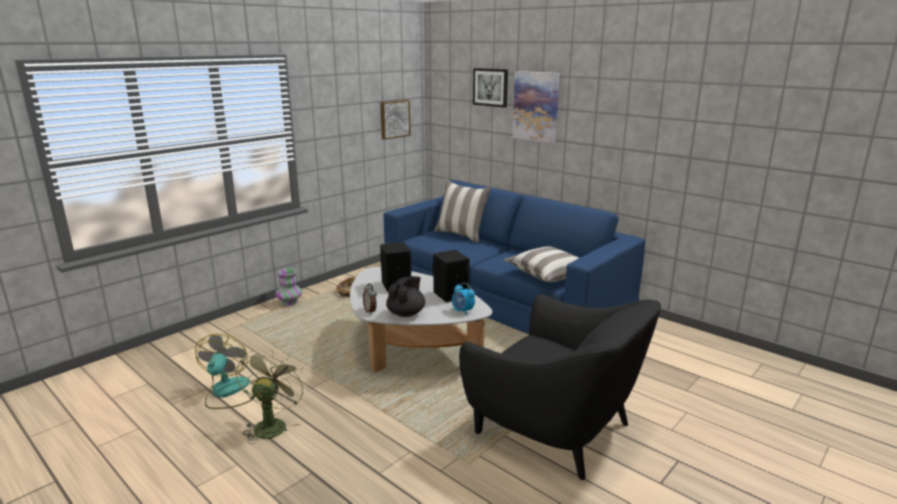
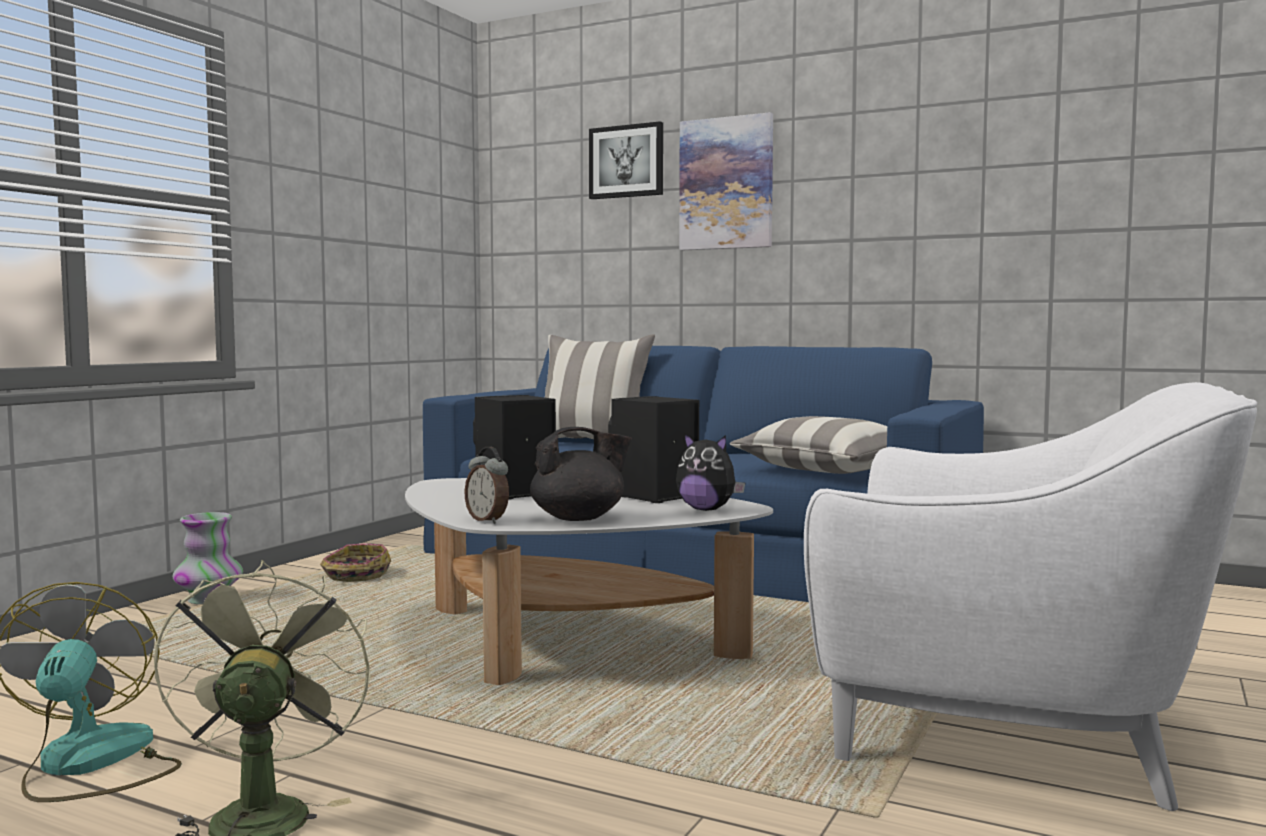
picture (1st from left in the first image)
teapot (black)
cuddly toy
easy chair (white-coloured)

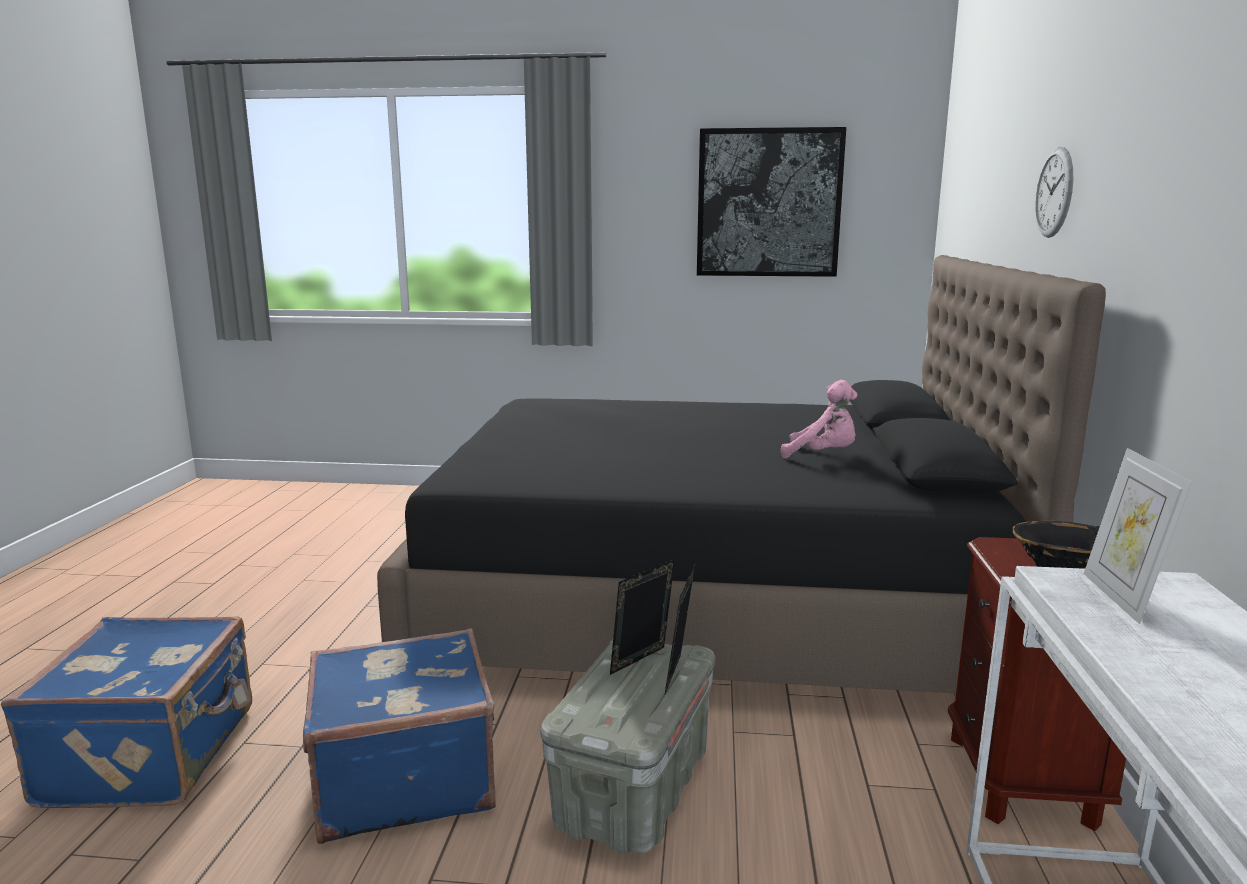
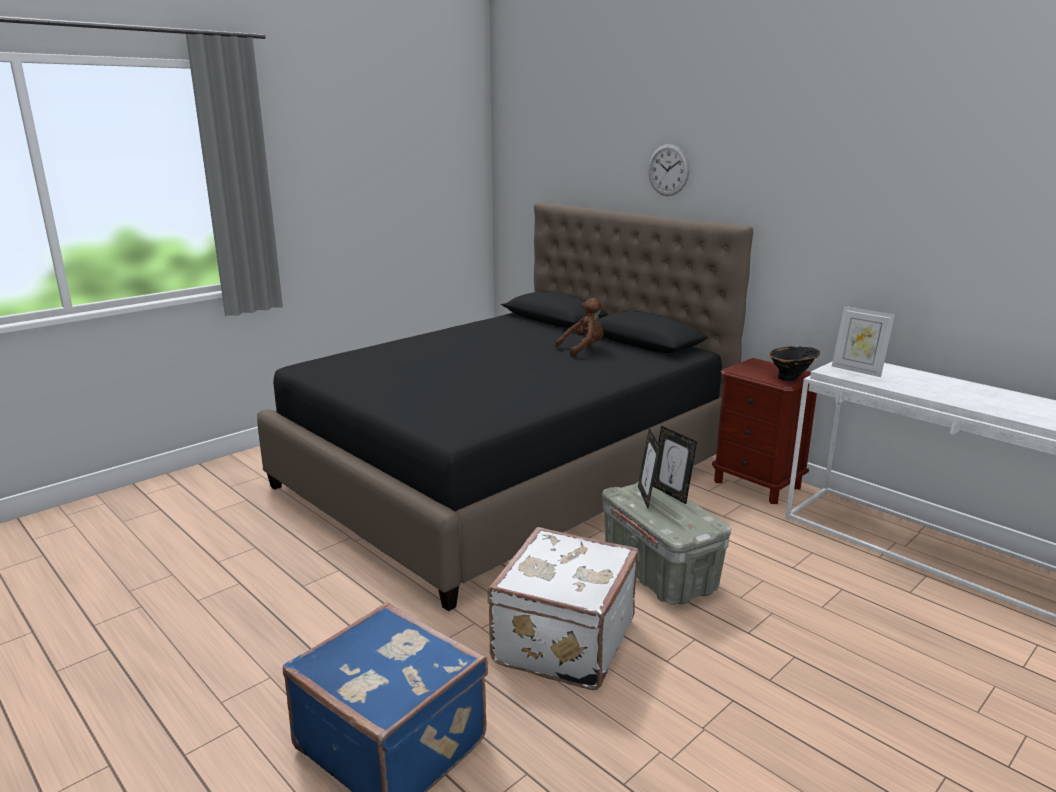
suitcase (white-coloured)
picture
cuddly toy (brown-coloured)

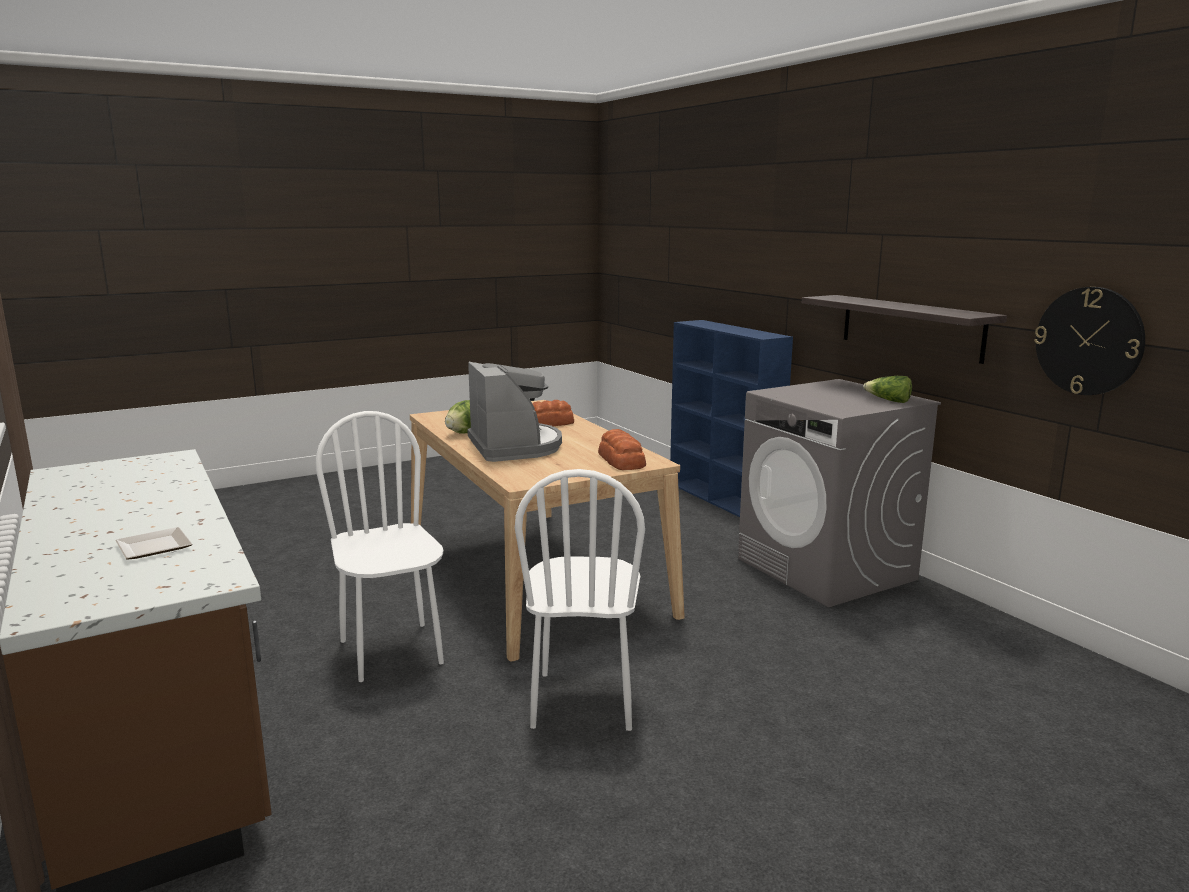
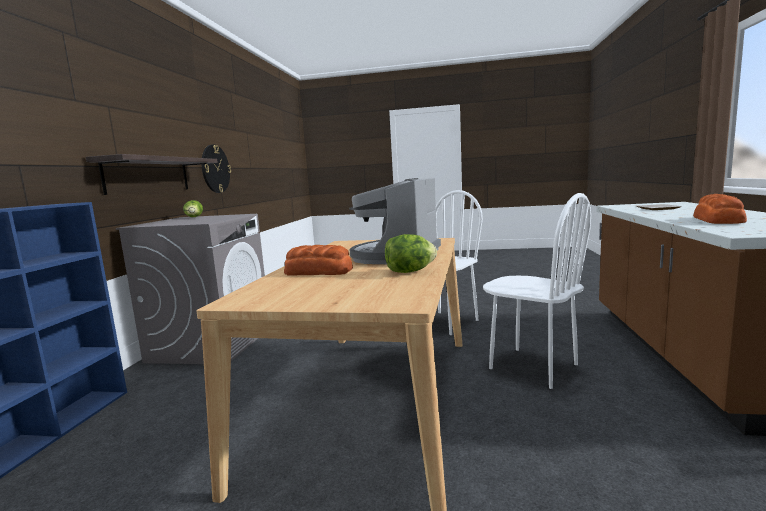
upright chair (white-coloured) (2nd from left)
bakery bread (2nd from left)

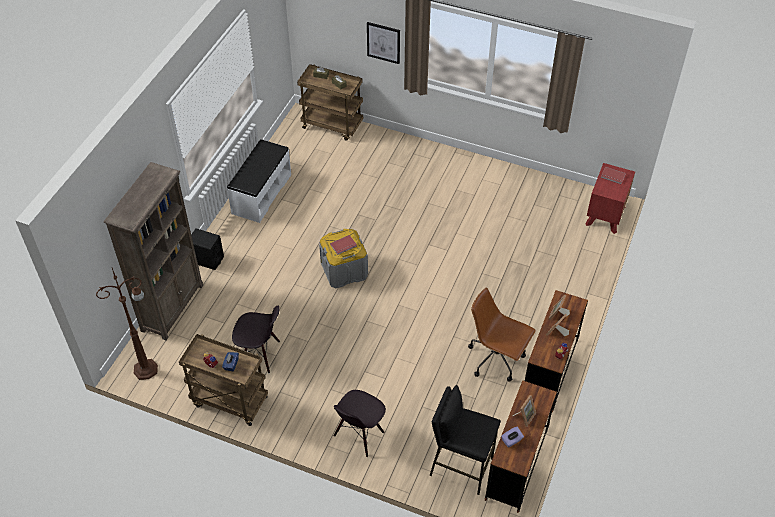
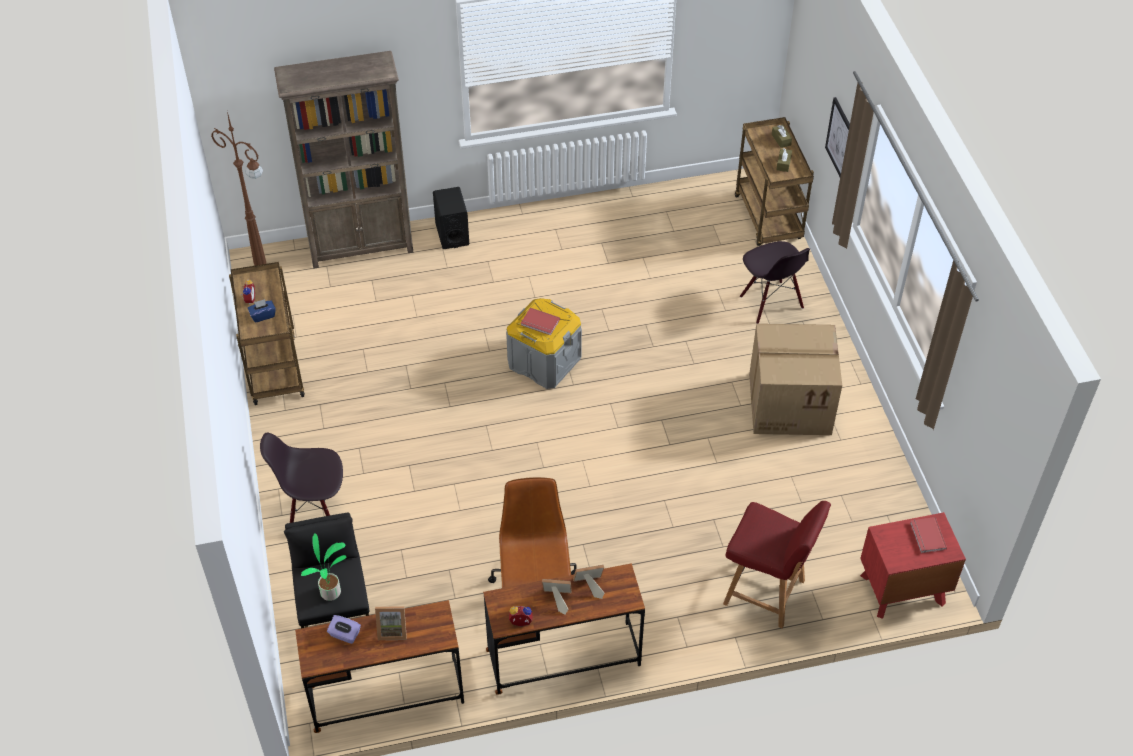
indoor bench (white-coloured)
upright chair (black) (2nd from left)
plant in a pot
upright chair (reddish)
carton

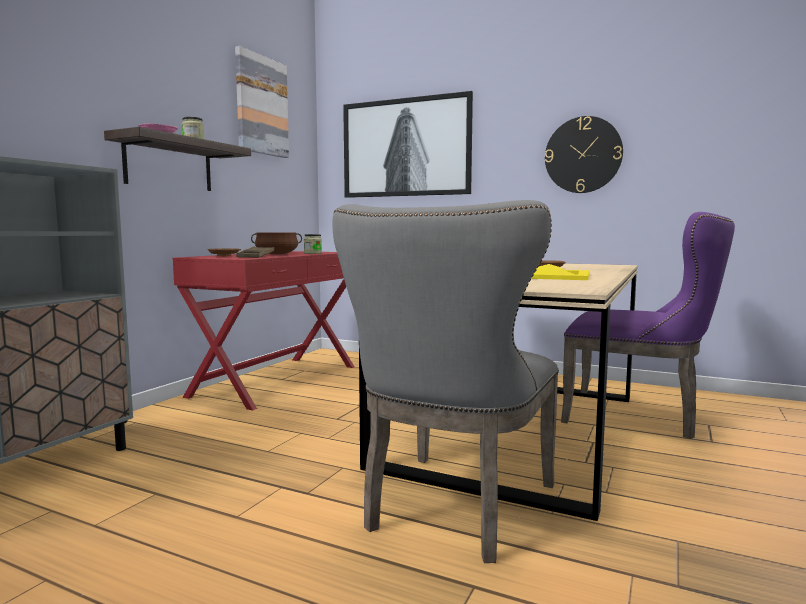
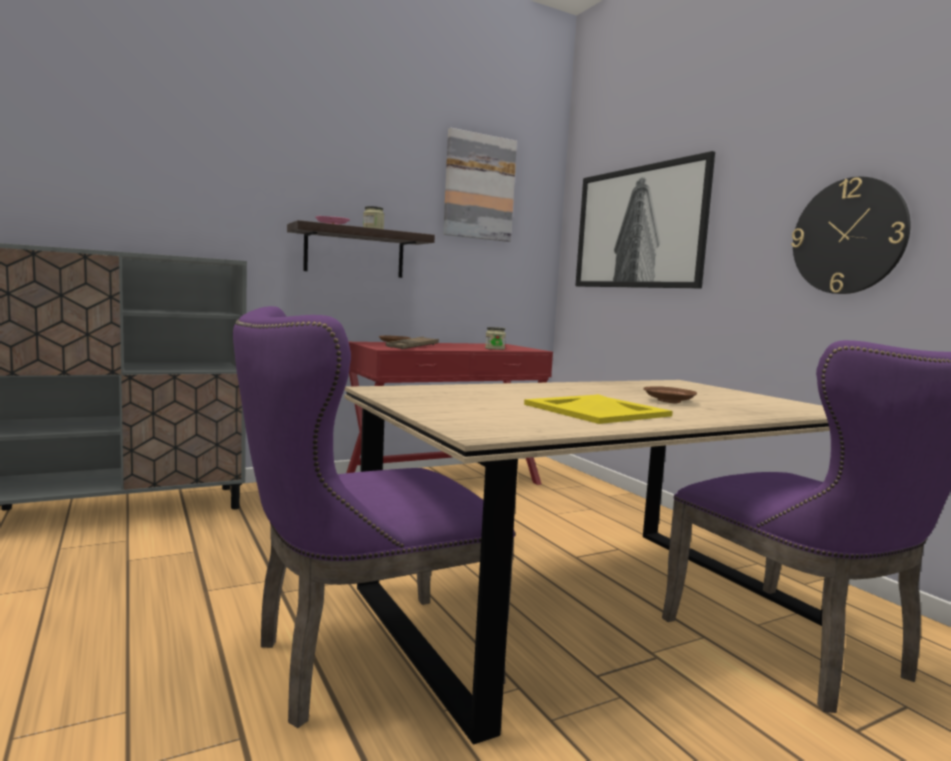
stockpot (brown-coloured)
upright chair (purple-coloured) (1st from left)

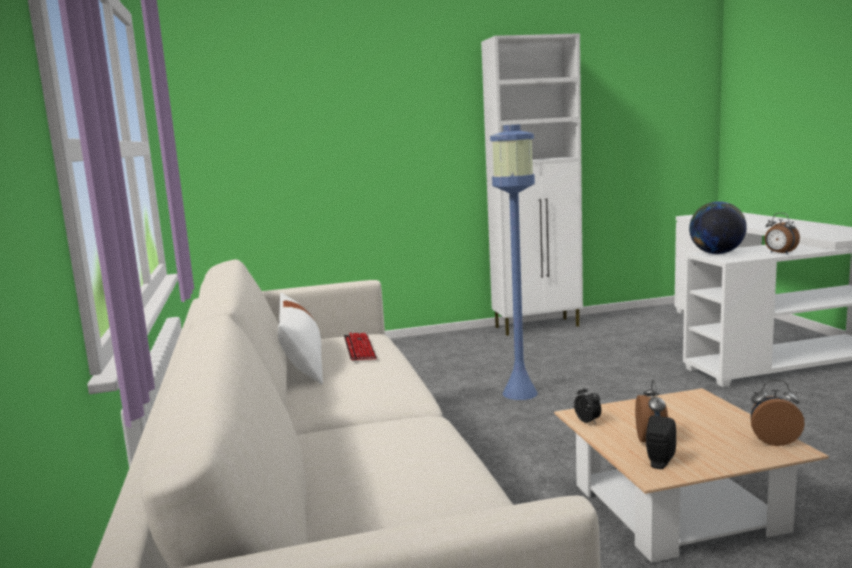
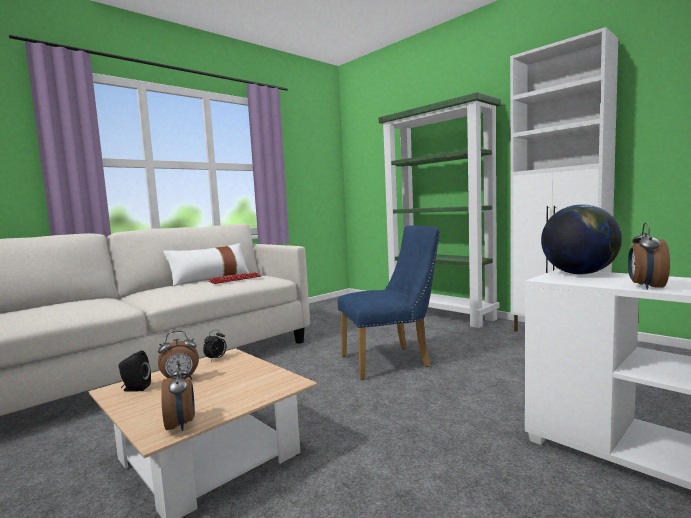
upright chair (bluish)
shelving unit (greenish)

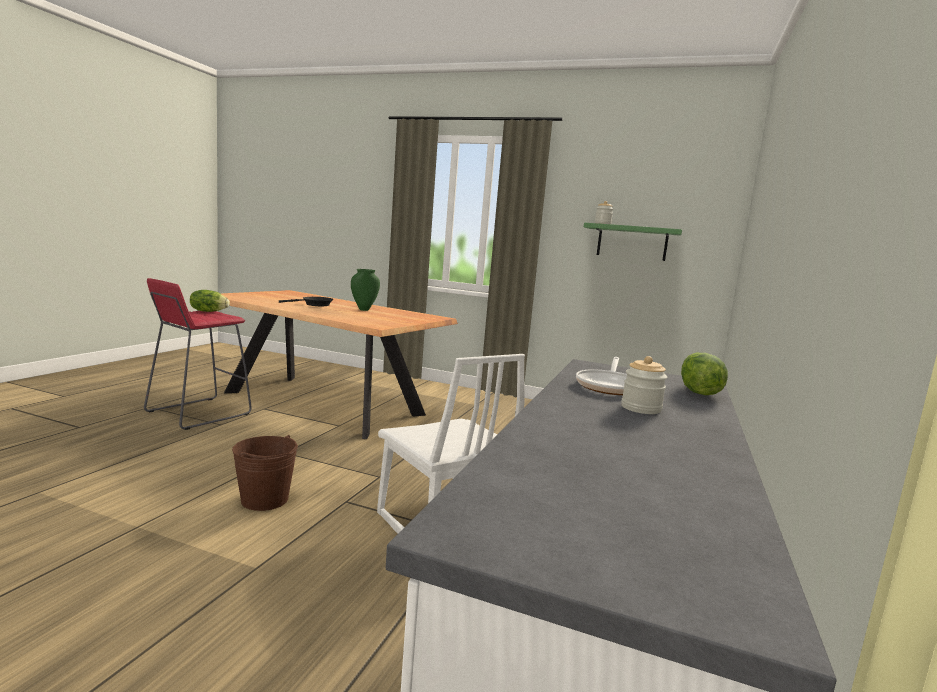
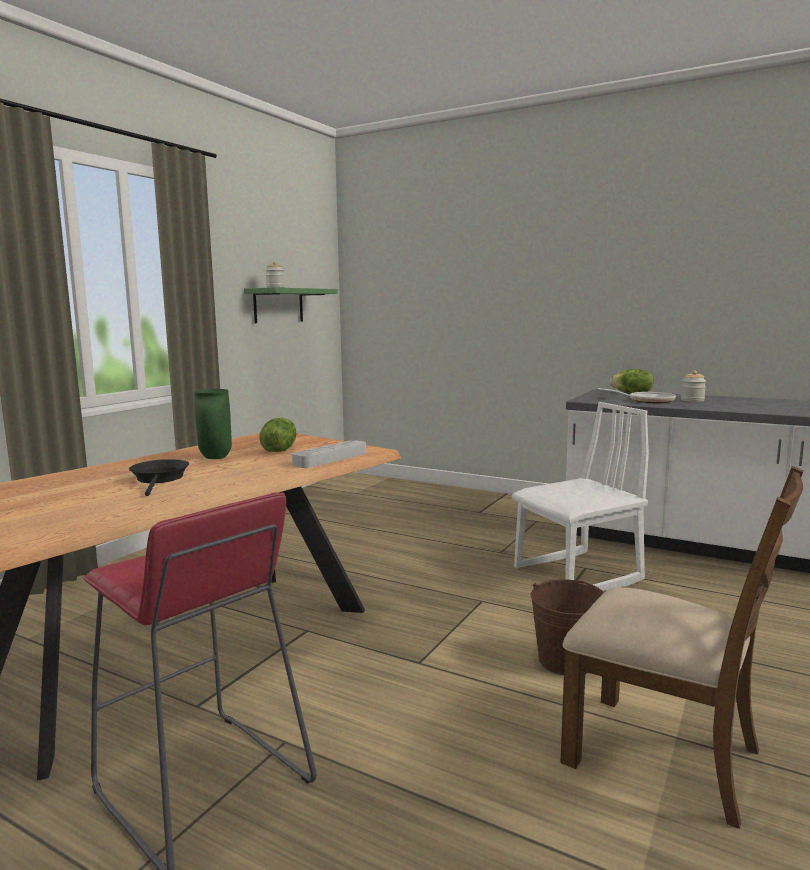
lettuce head (1st from left)
carrying tray (gray)
upright chair (brown-coloured)

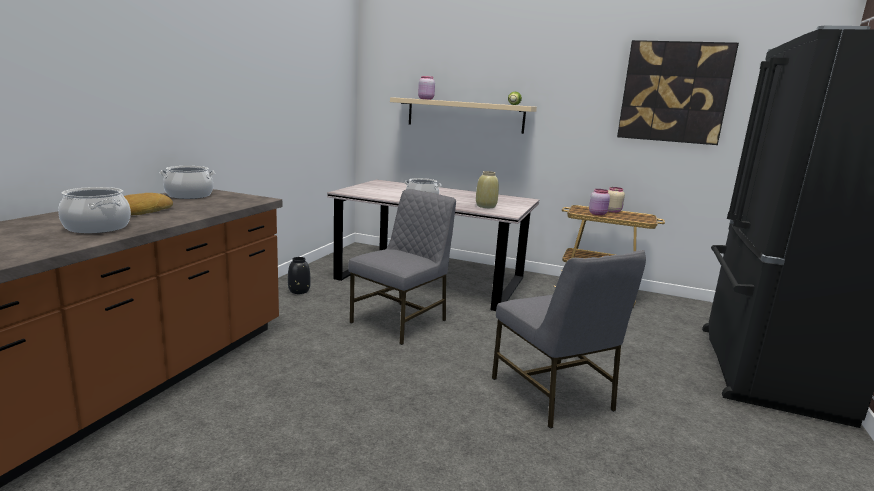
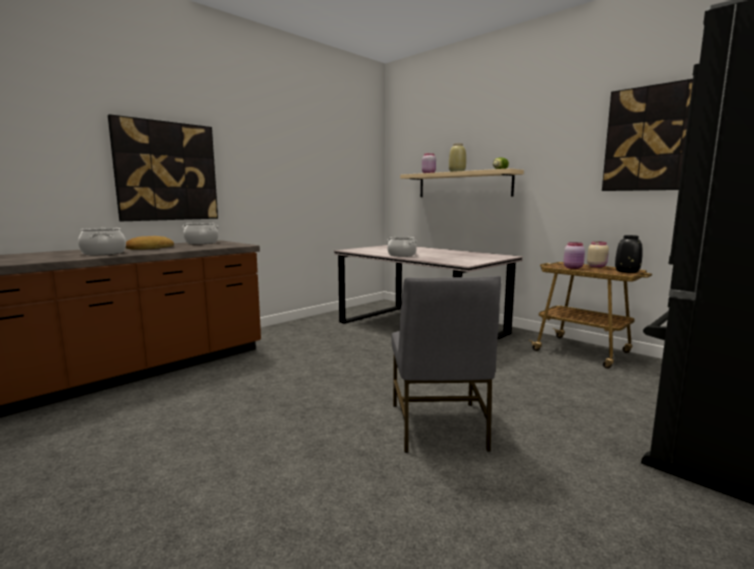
decorative vase (black)
upright chair (gray) (1st from left in the first image)
decorative vase (sand-coloured)
picture (1st from left)

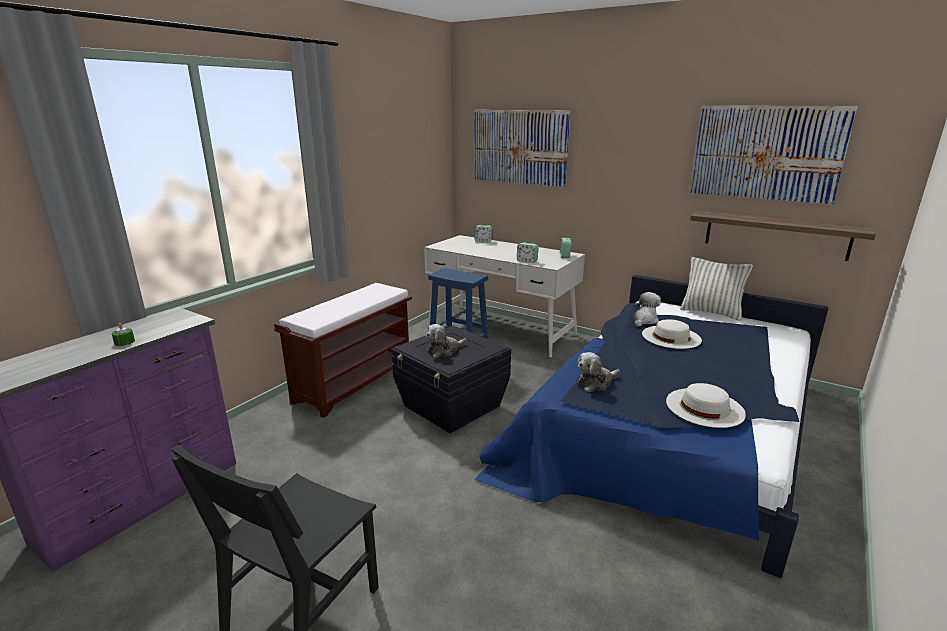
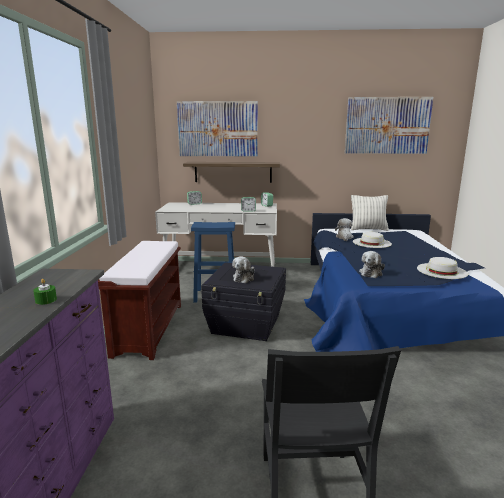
shelf

